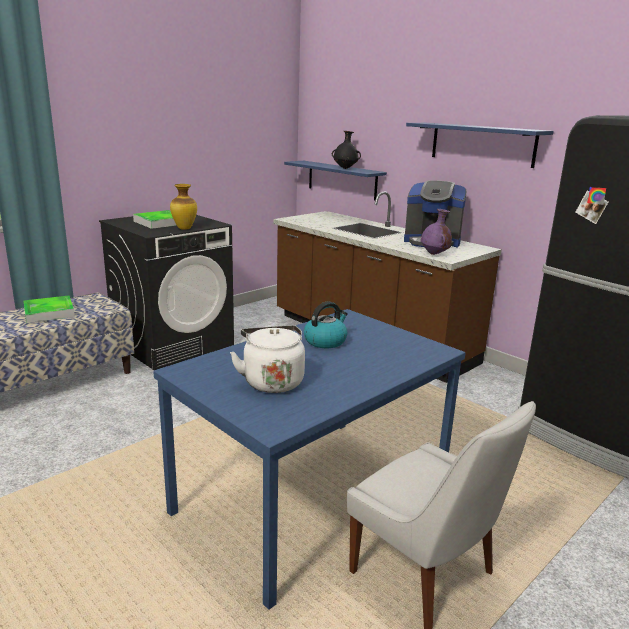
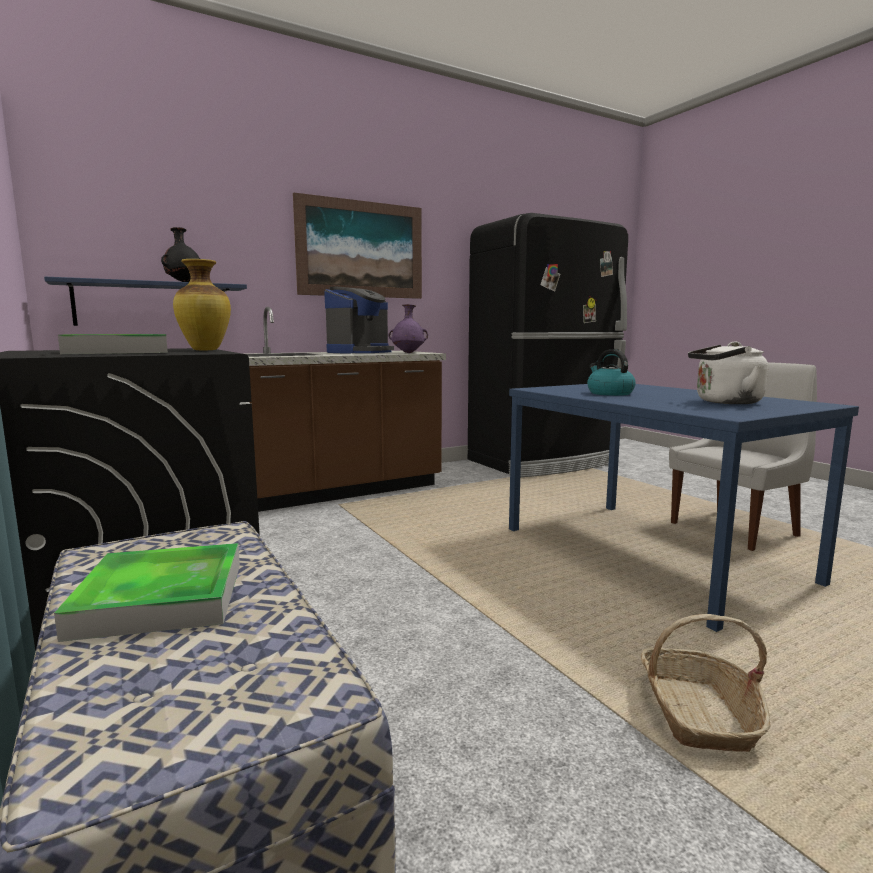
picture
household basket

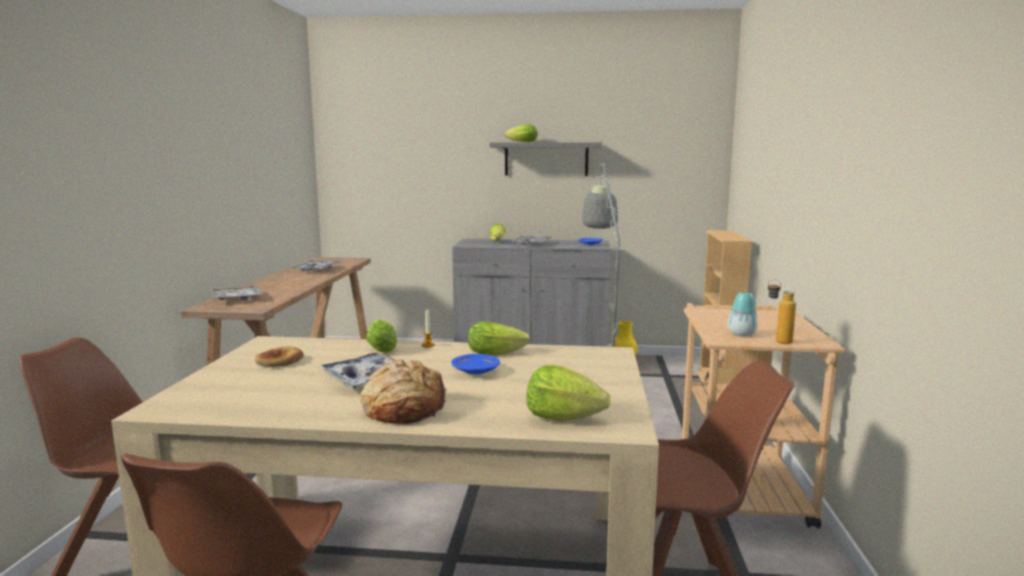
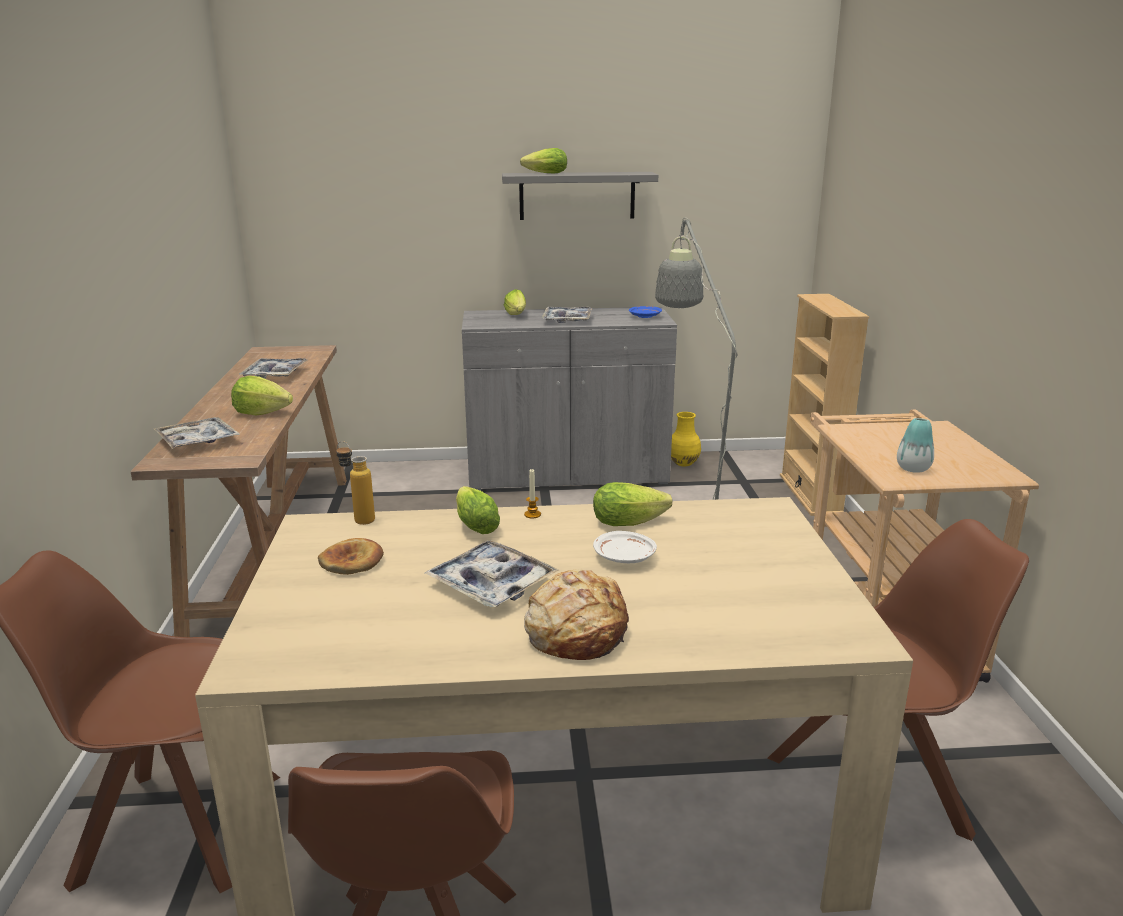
flat dish (white-coloured)
lettuce head (1st from left)
beverage bottle

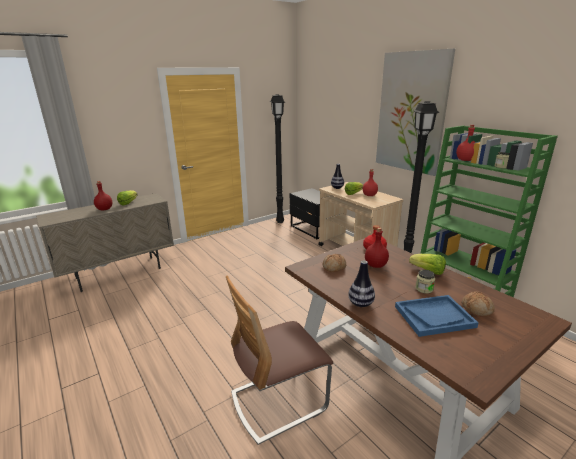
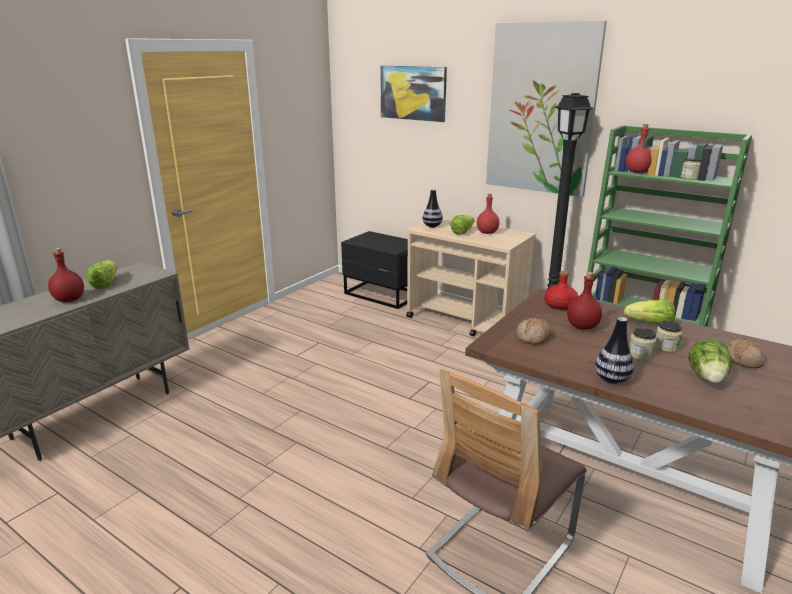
standing lamp (black) (1st from left in the first image)
lettuce head (4th from left)
picture (1st from left)
jar (1st from left)

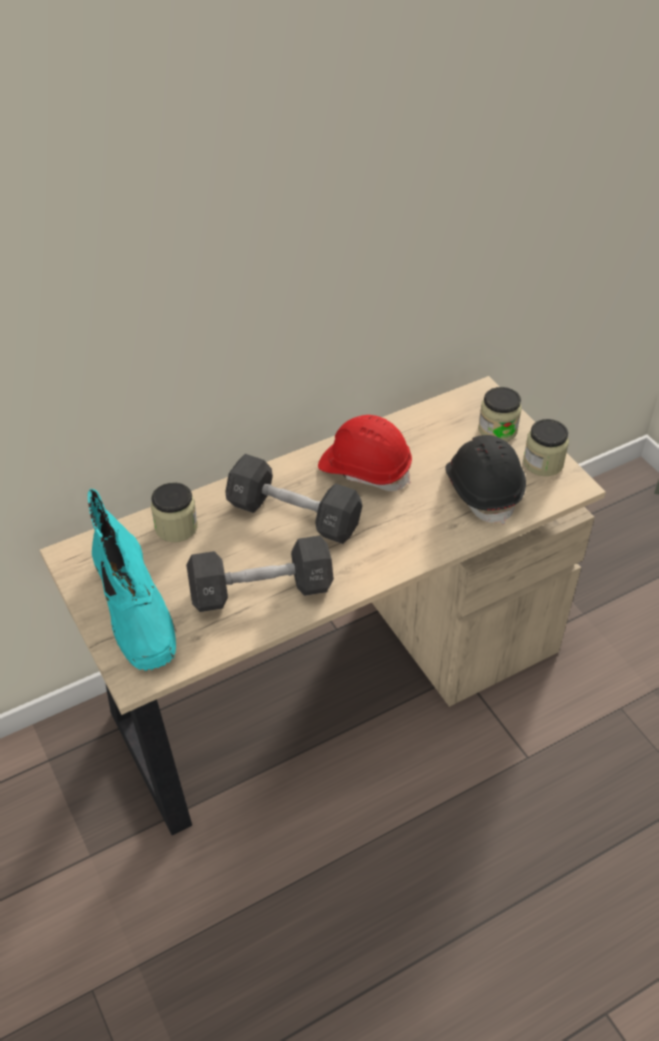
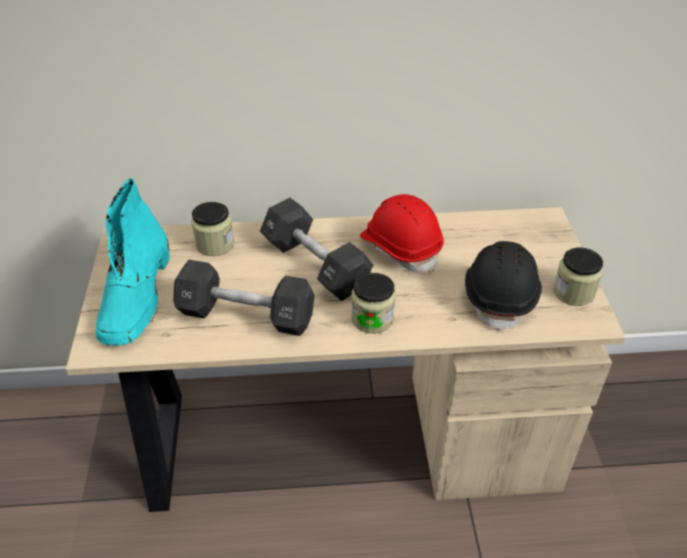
jar (2nd from left)

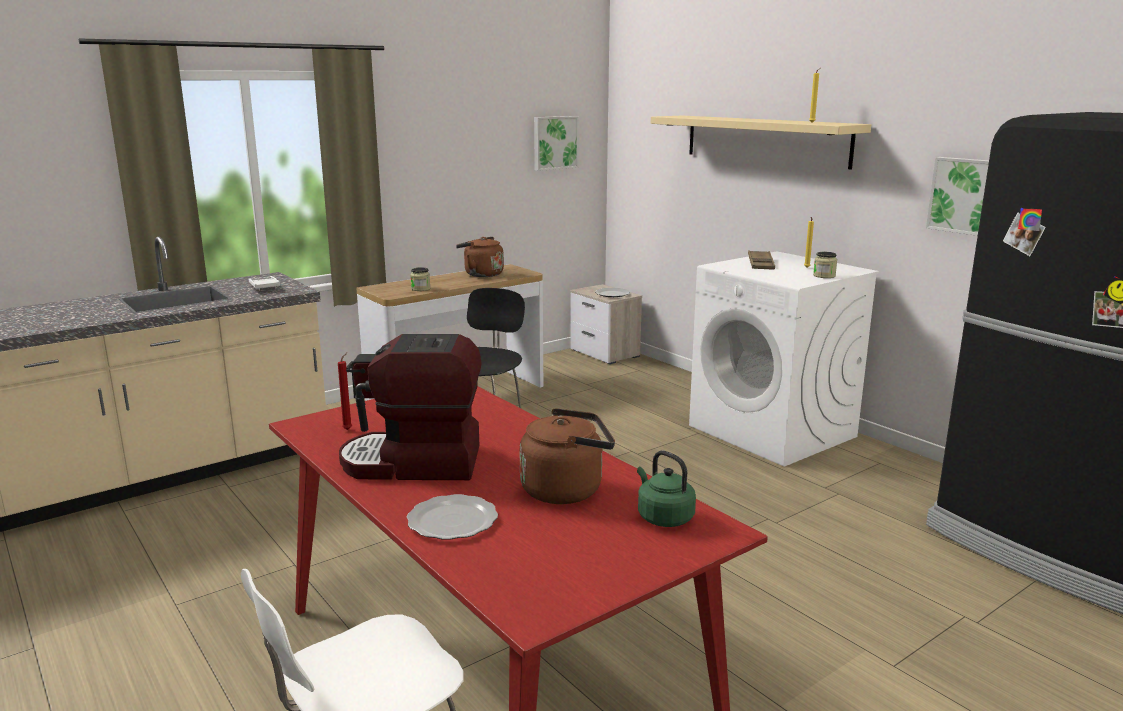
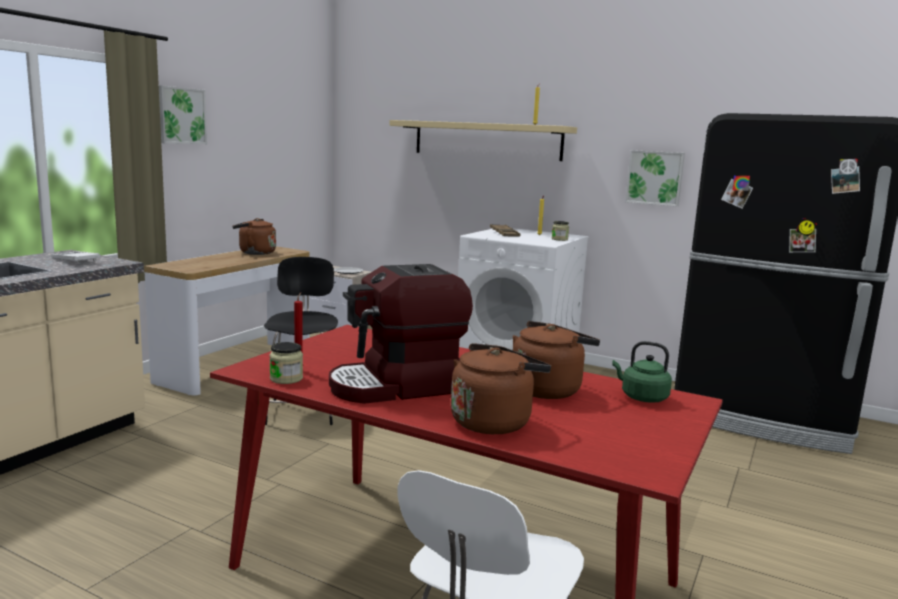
tea kettle (brown-coloured) (2nd from left)
jar (1st from left)
picture (1st from left)

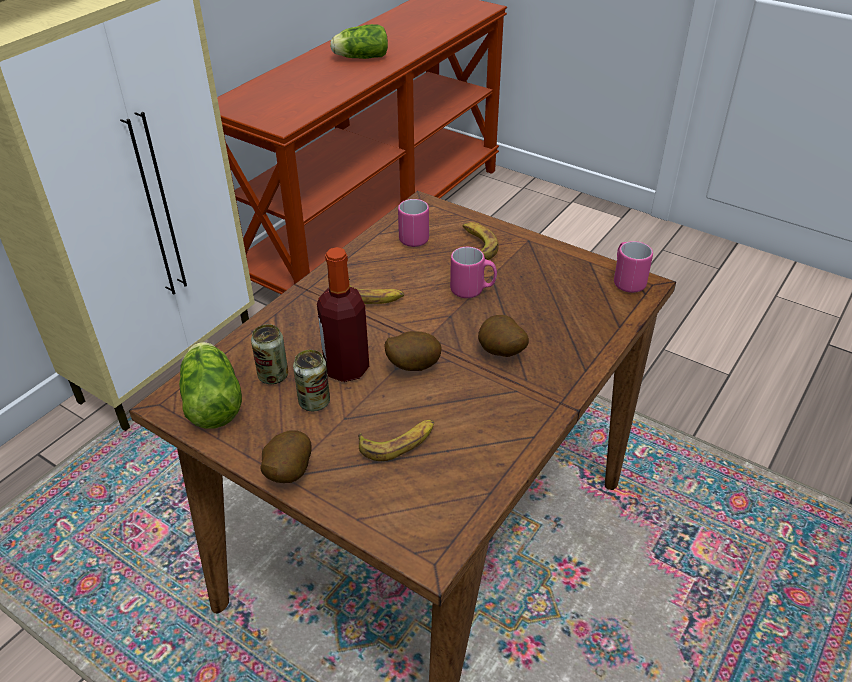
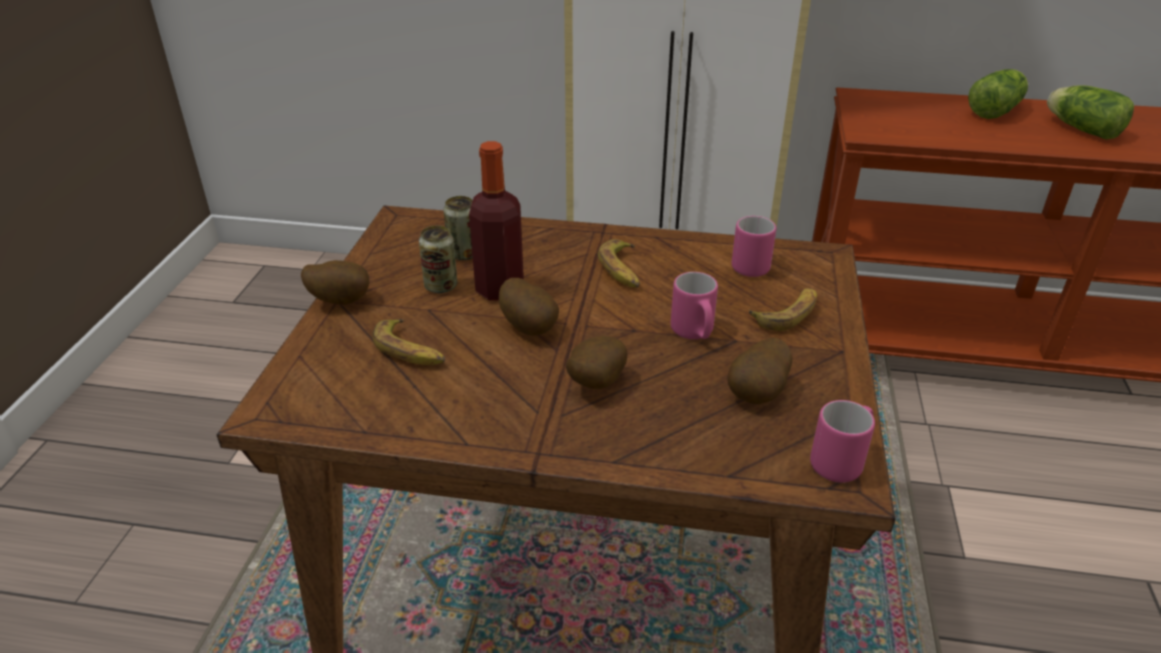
lettuce head (1st from left)
spud (4th from left)

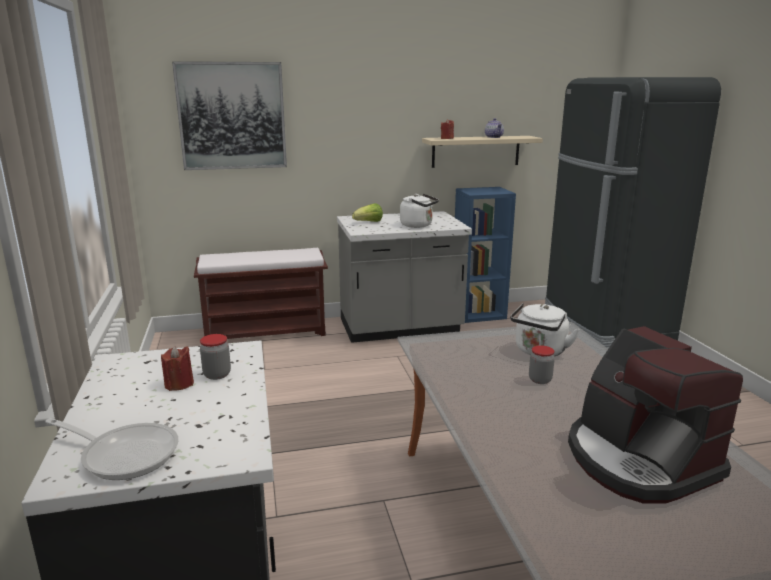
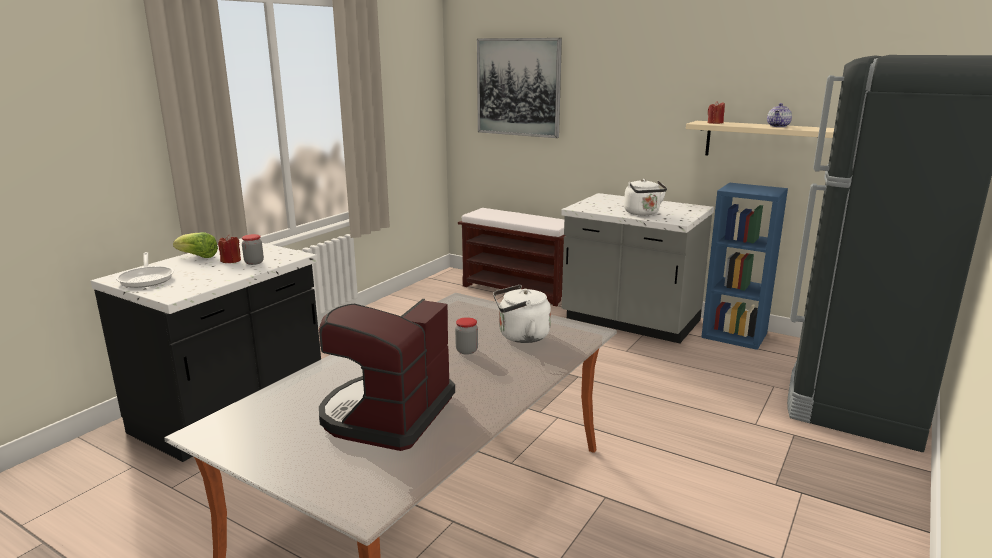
lettuce head

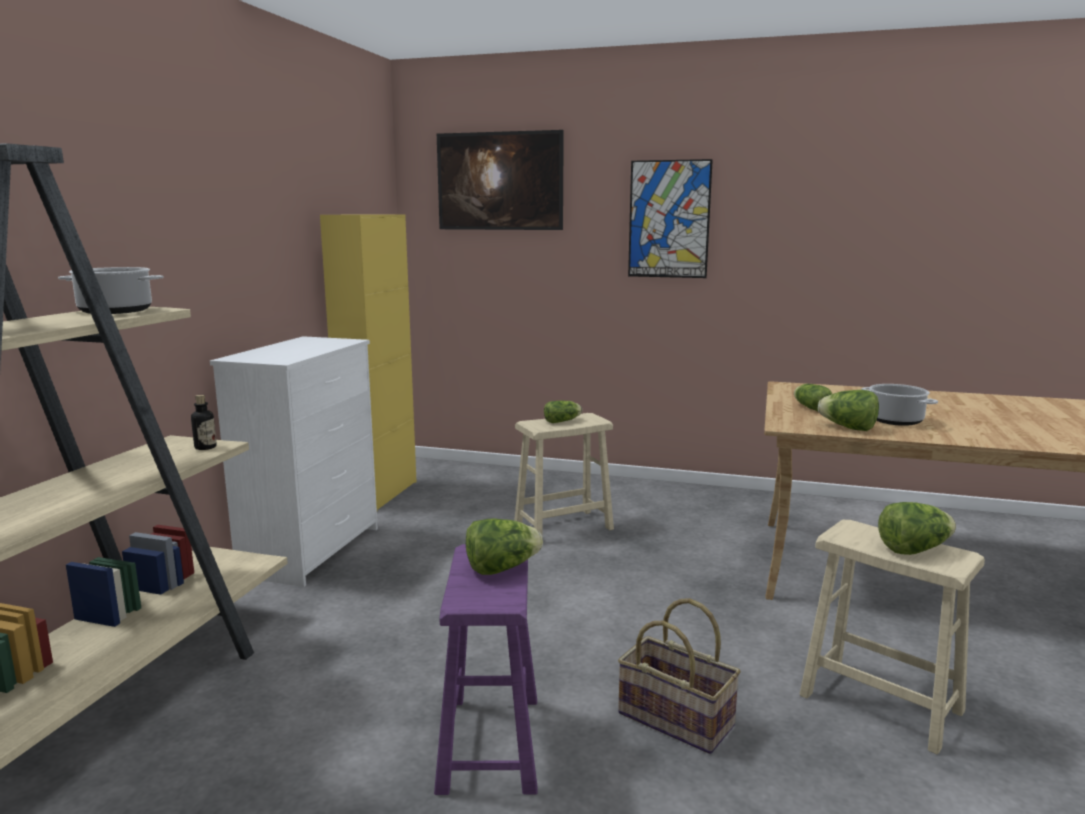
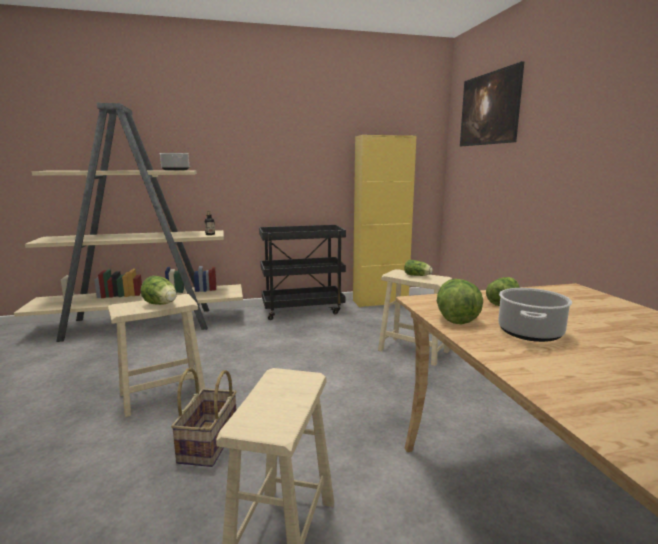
wheeled cart (black)
sitting stool (sand-coloured) (1st from left)
picture (2nd from left in the first image)
lettuce head (5th from left in the first image)

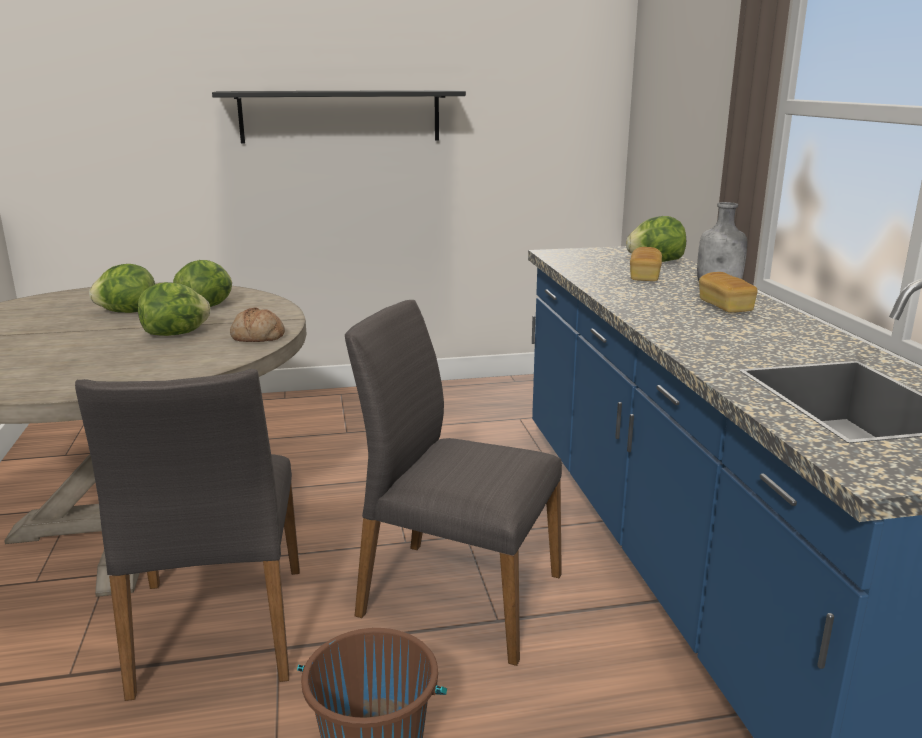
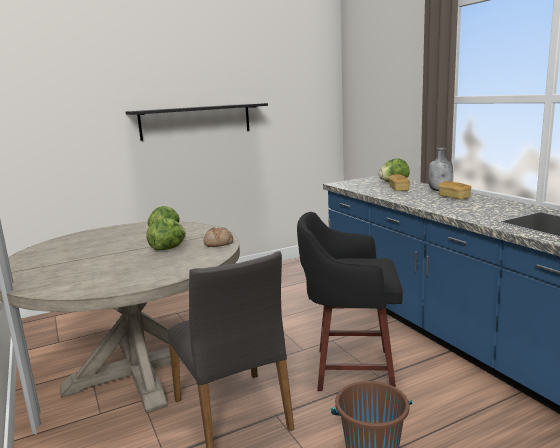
lettuce head (1st from left in the first image)
sitting stool (black)

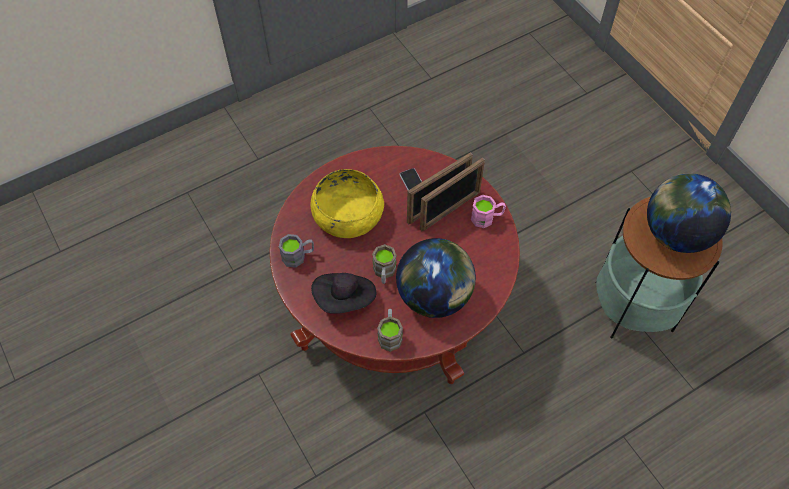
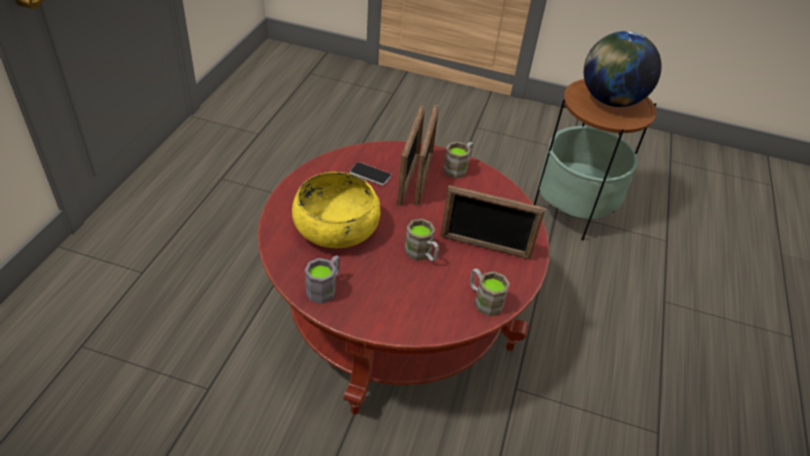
clothing hat (black)
standing frame (3rd from left)
coffee mug (brown-coloured) (2nd from left)

